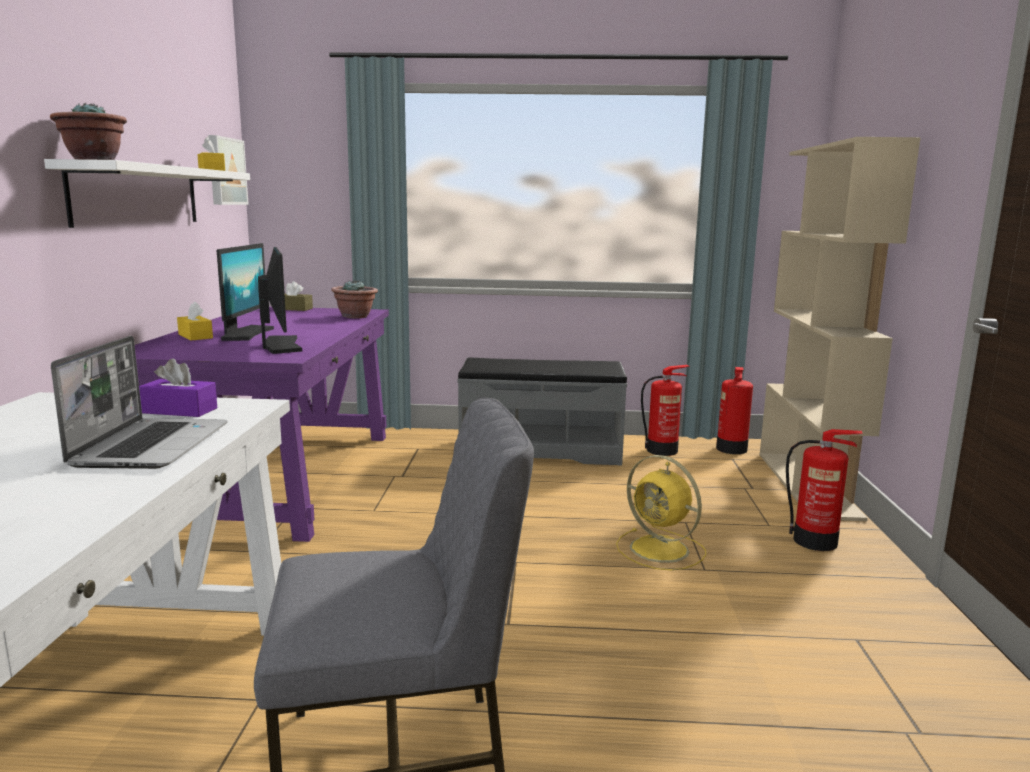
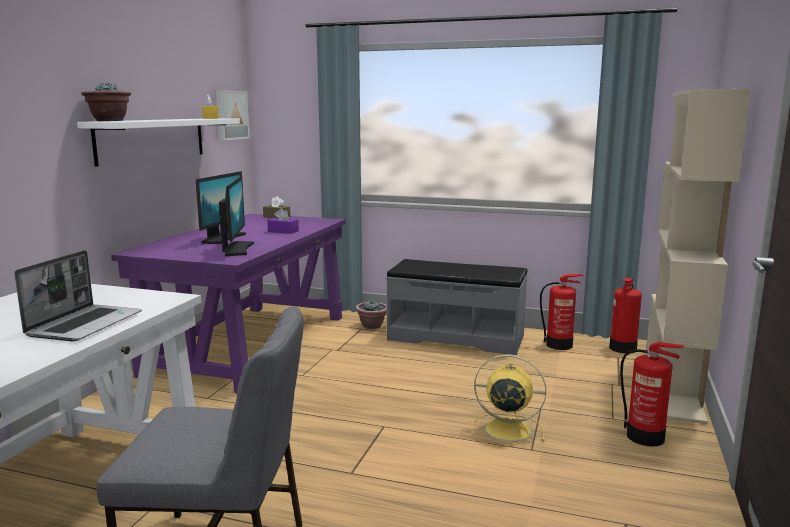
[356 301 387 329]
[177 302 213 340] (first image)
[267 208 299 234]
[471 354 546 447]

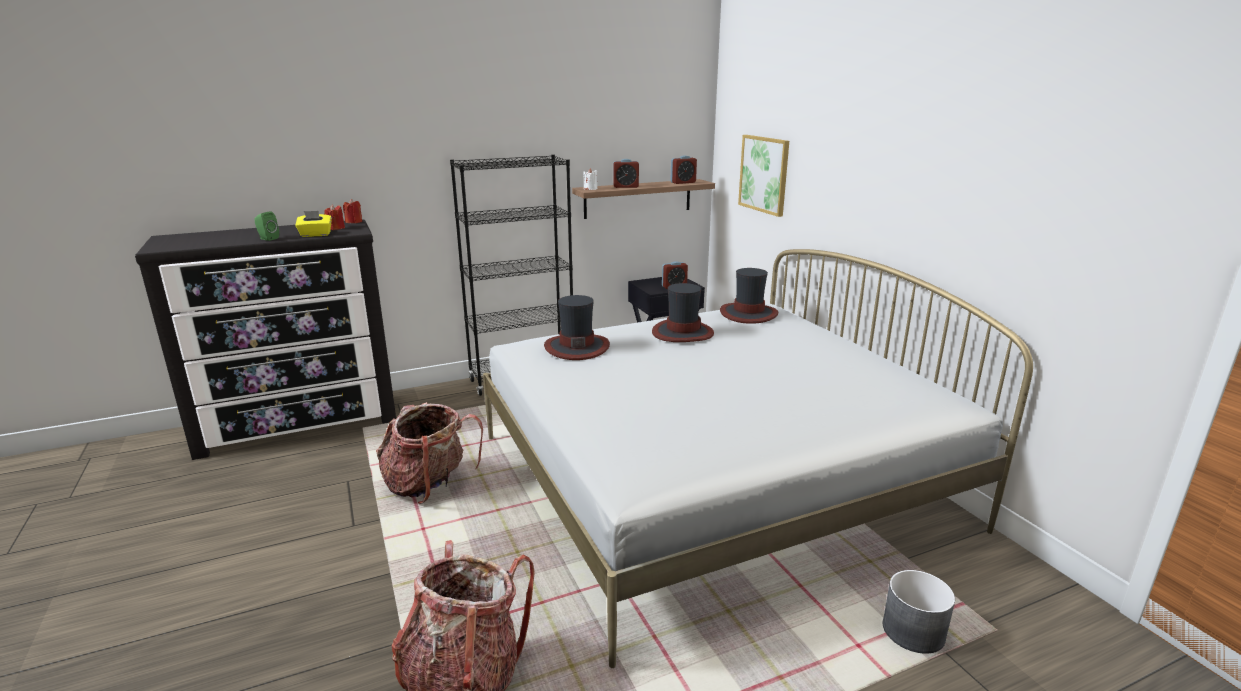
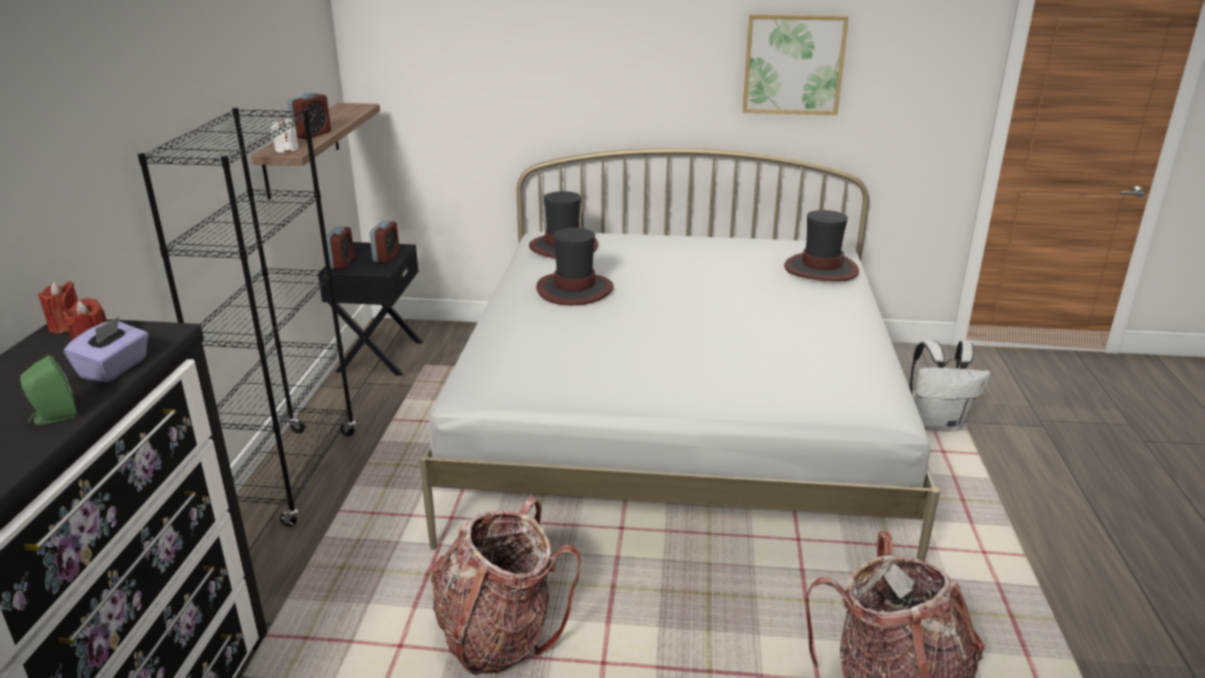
[743 14 849 115]
[326 227 354 269]
[64 317 149 382]
[784 210 859 282]
[910 340 990 431]

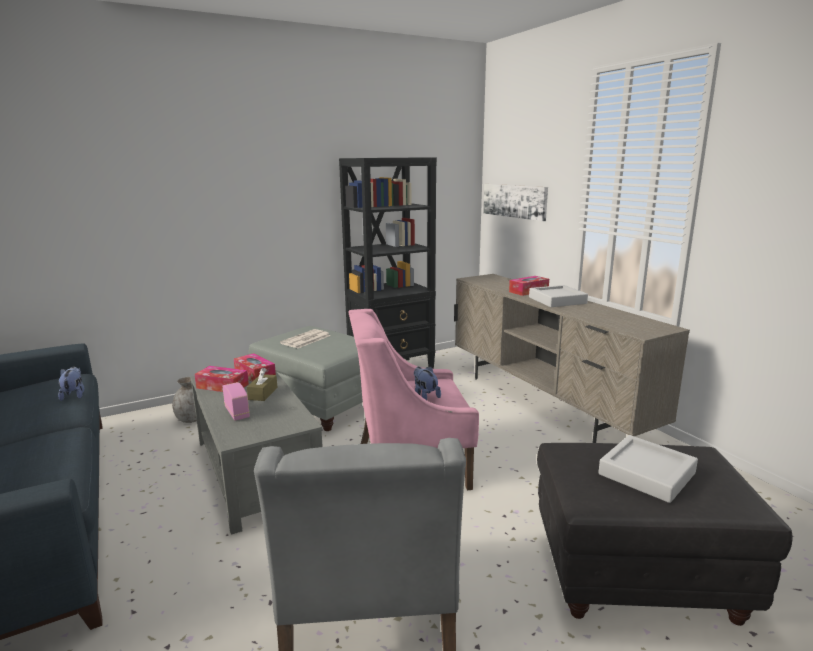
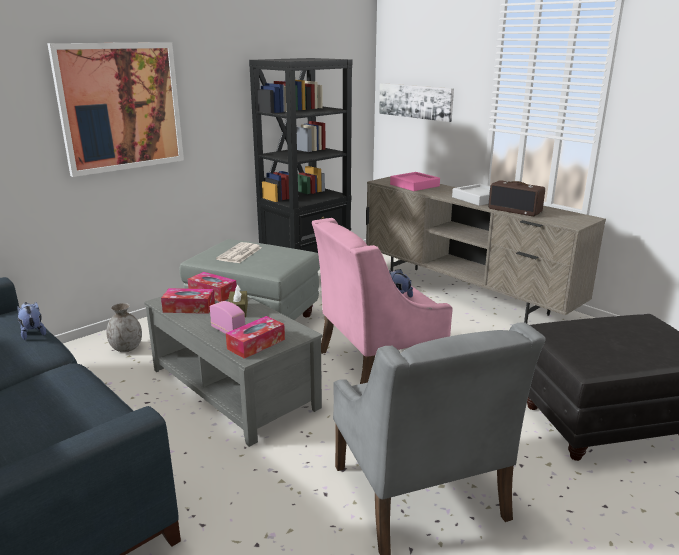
[226 316 285 359]
[598 435 698 503] (first image)
[47 42 184 177]
[390 172 440 191]
[488 180 545 216]

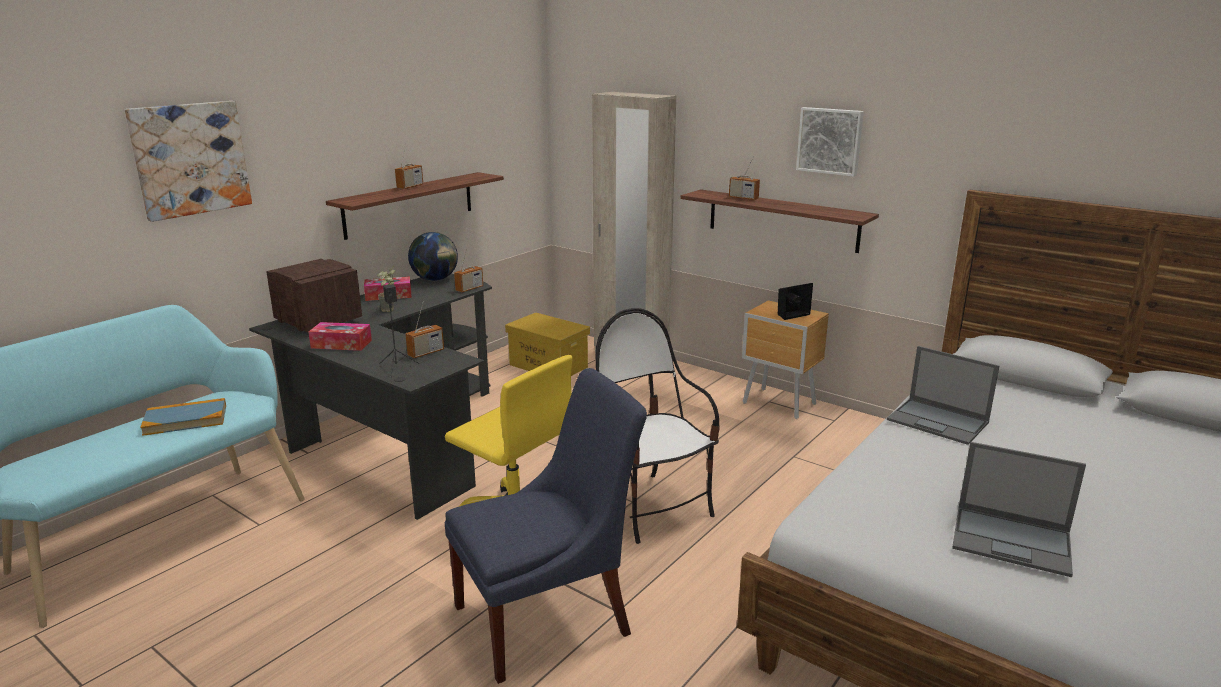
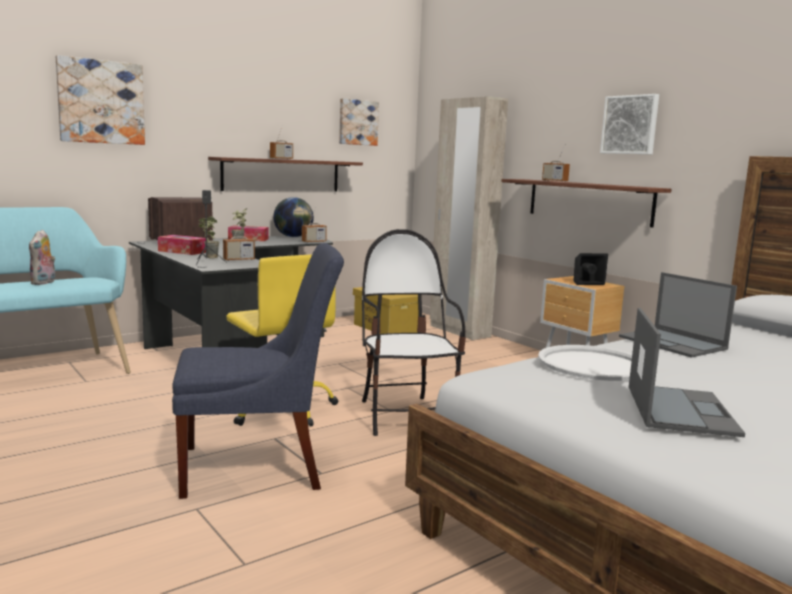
[29 230 55 285]
[629 308 745 437]
[339 98 379 146]
[198 216 219 259]
[538 345 632 381]

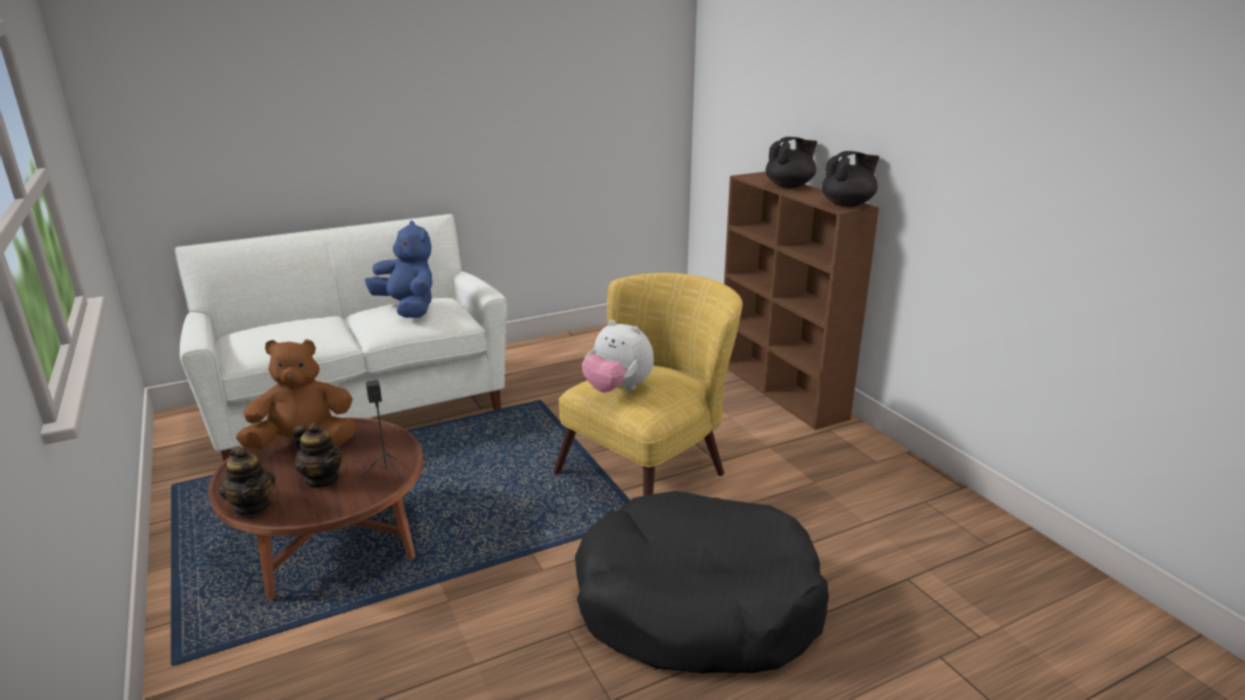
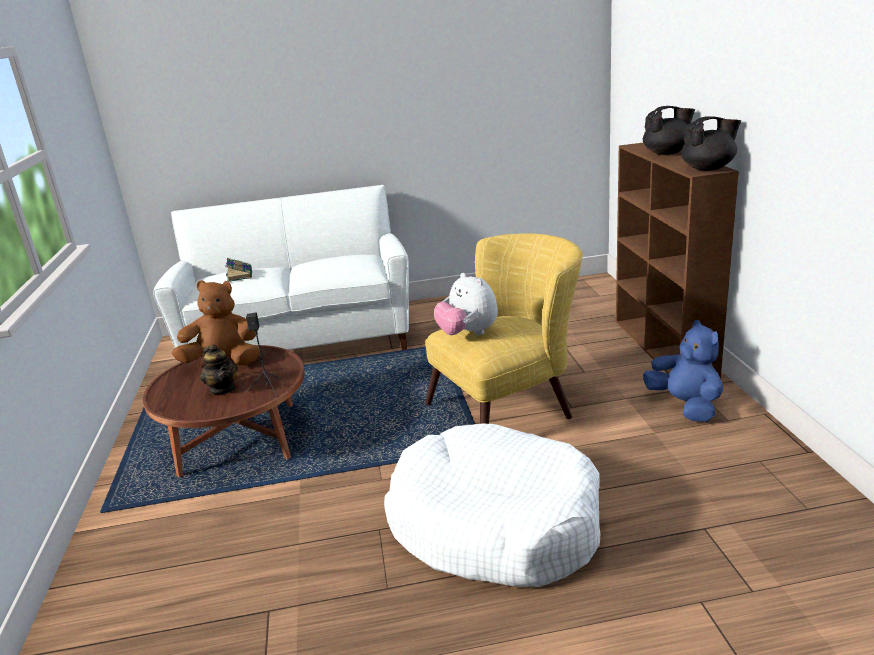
[643 320 723 422]
[219 446 275 515] (first image)
[384 424 600 587]
[226 258 252 282]

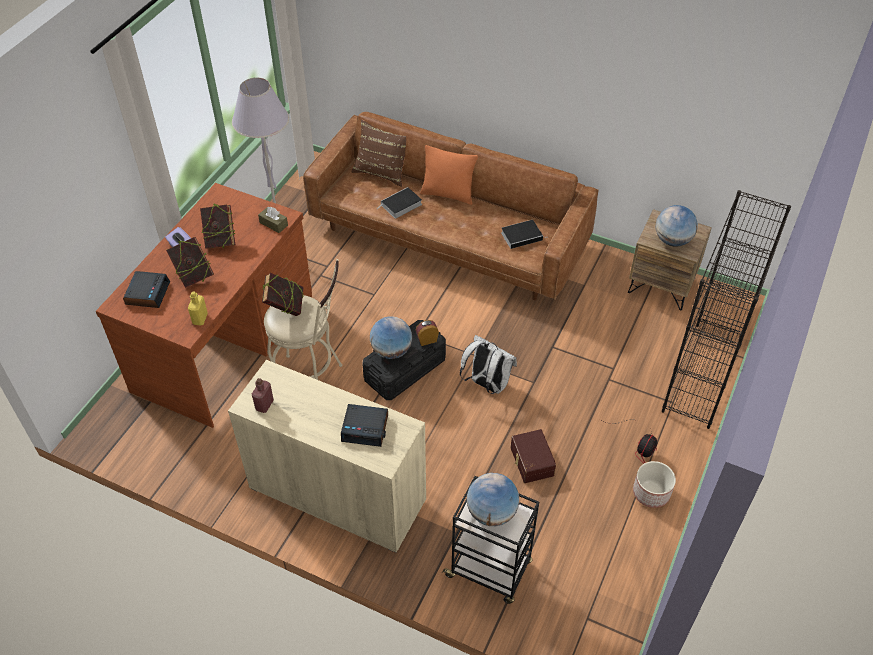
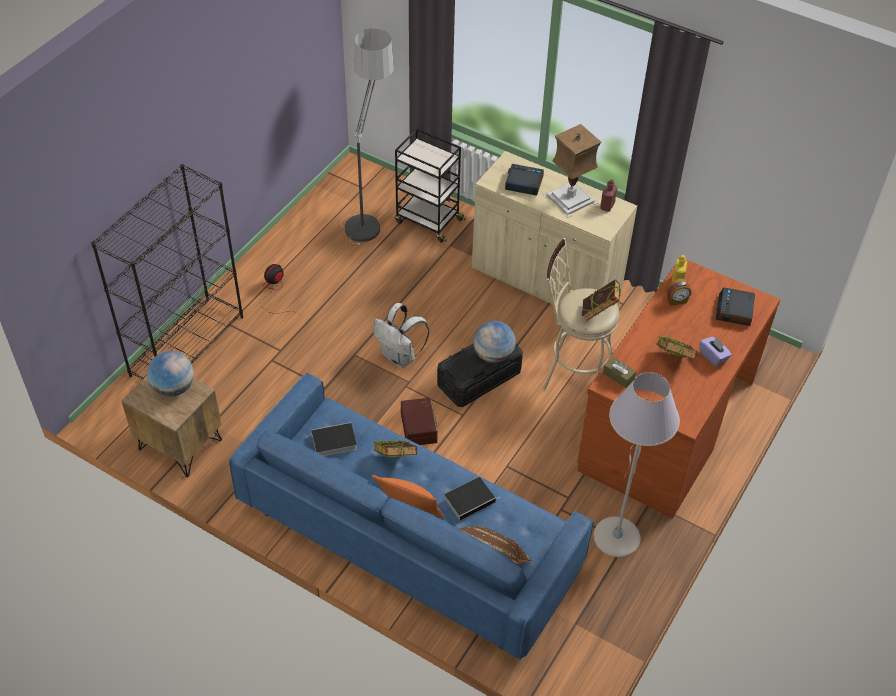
[229 373 594 660]
[373 440 417 458]
[666 279 692 306]
[401 398 437 445]
[633 461 676 508] (first image)
[467 473 519 526] (first image)
[341 29 394 245]
[543 124 601 218]

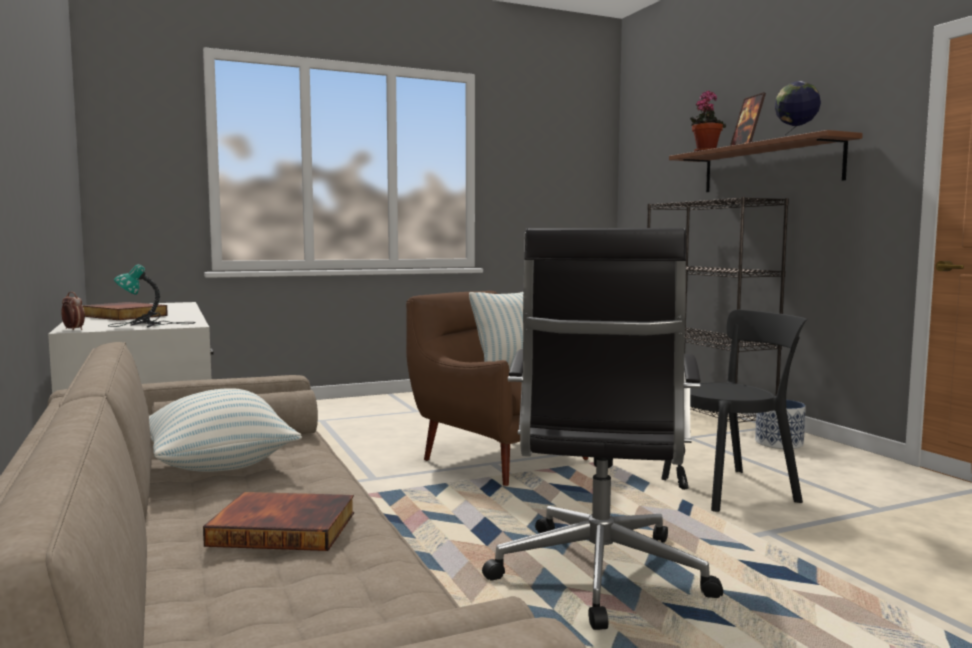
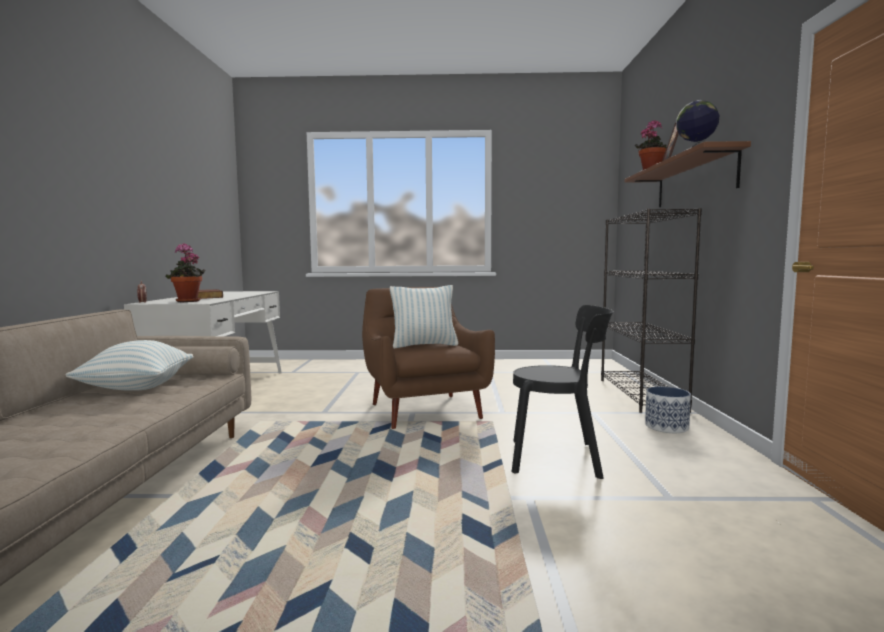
[482 228 723 630] (first image)
[166 243 205 302]
[203 492 354 551] (first image)

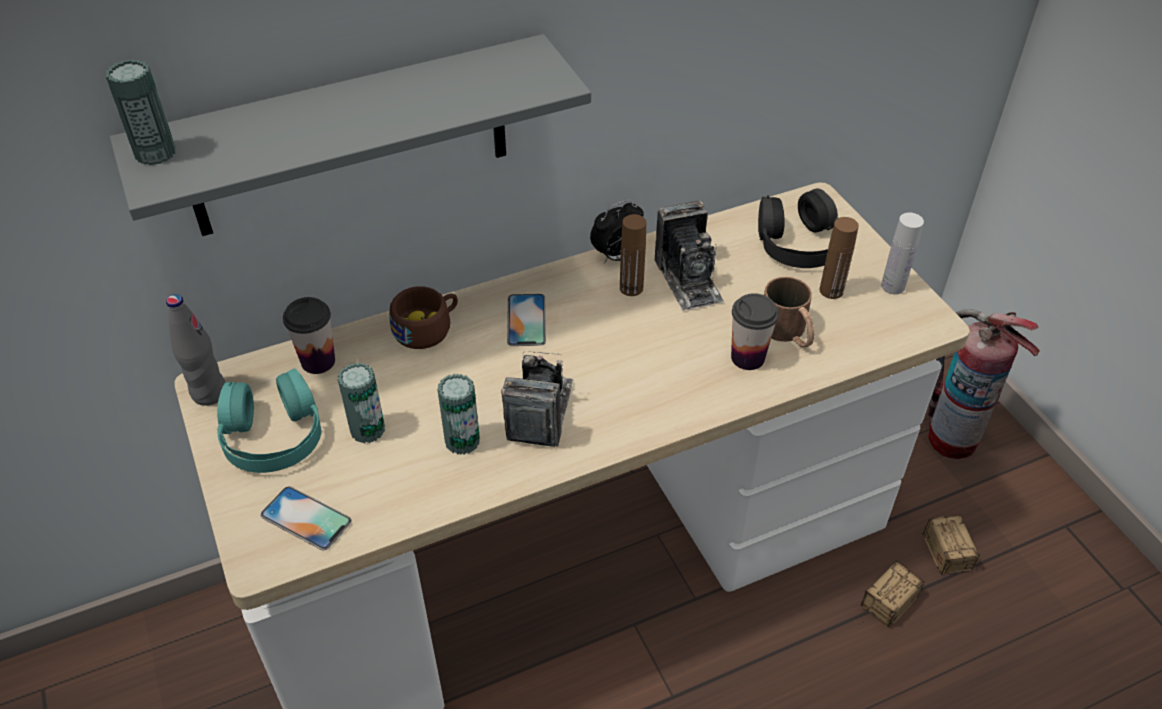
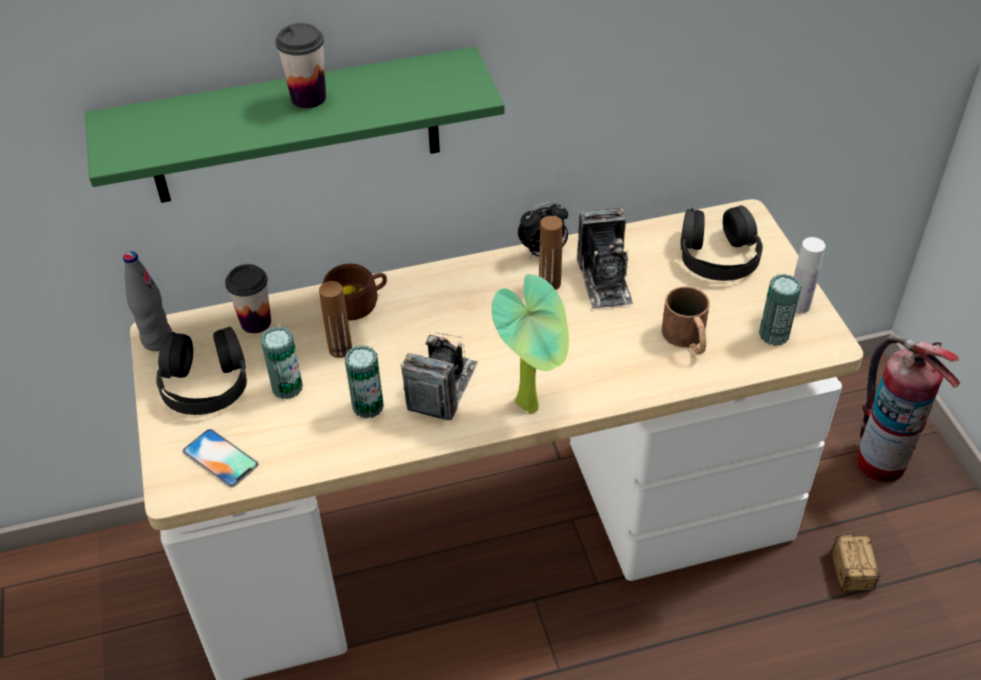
[85 47 505 203]
[759 274 802 346]
[319 281 352 358]
[276 23 326 108]
[507 294 546 346] (first image)
[156 326 247 415]
[861 561 924 628] (first image)
[492 274 569 414]

